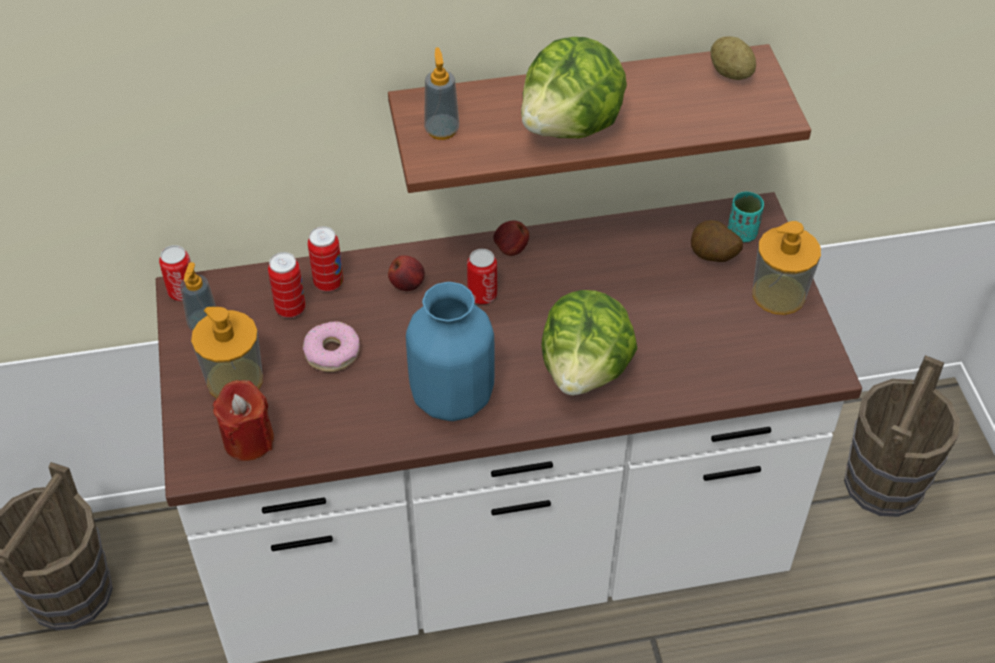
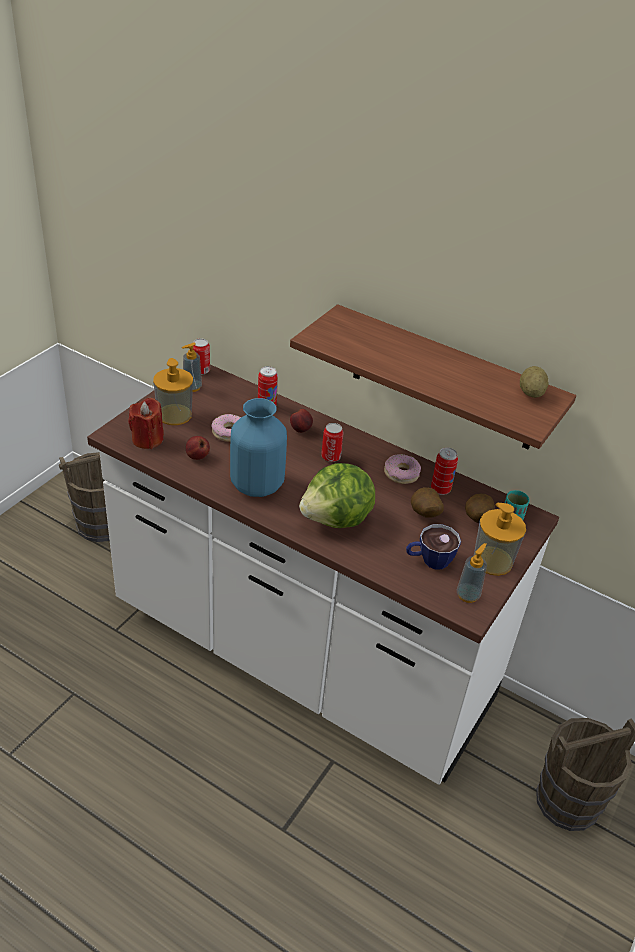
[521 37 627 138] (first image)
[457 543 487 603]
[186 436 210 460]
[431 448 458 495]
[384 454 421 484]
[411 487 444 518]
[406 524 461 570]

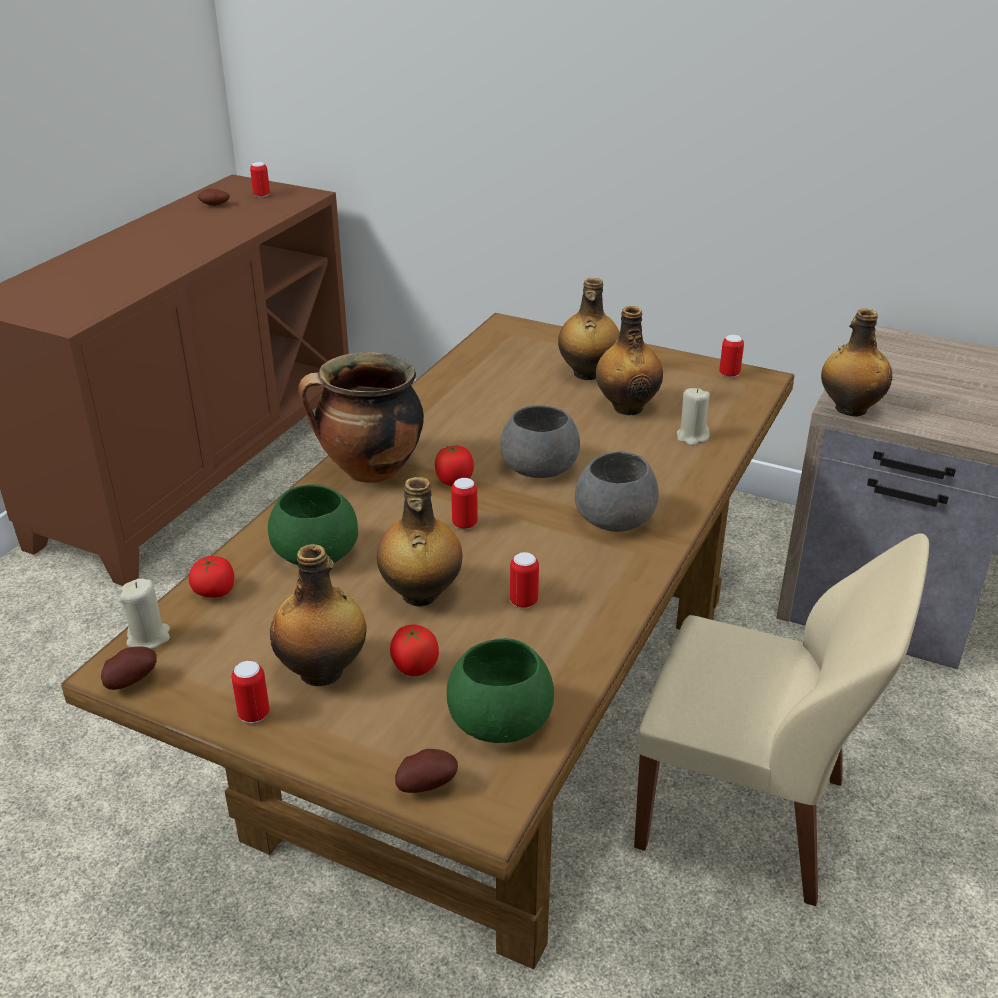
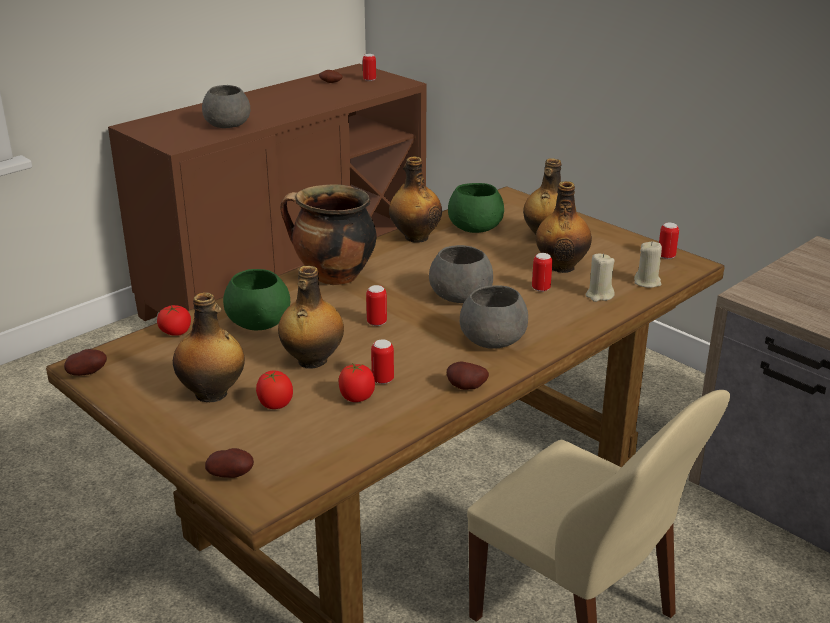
[389 157 442 243]
[339 363 375 402]
[634 241 662 288]
[448 183 504 233]
[532 253 553 292]
[202 85 250 128]
[447 362 489 390]

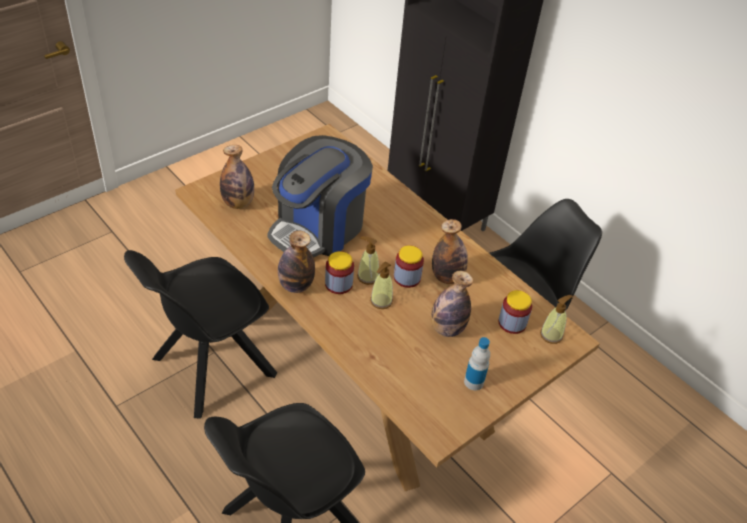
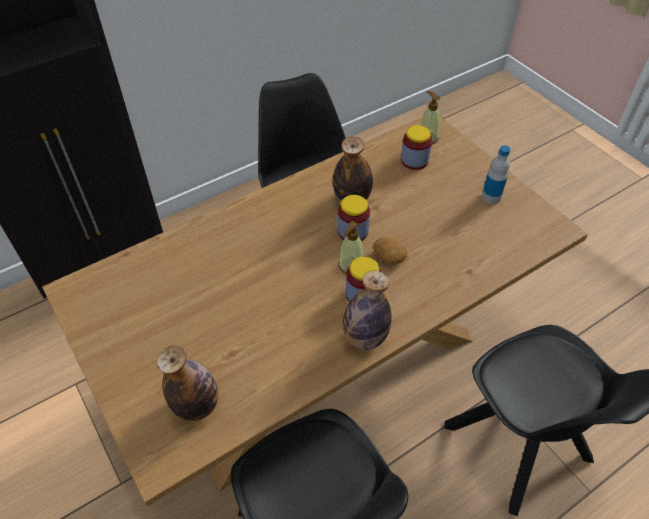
[268 135 373 258] (first image)
[373 237 407 265]
[431 271 473 337] (first image)

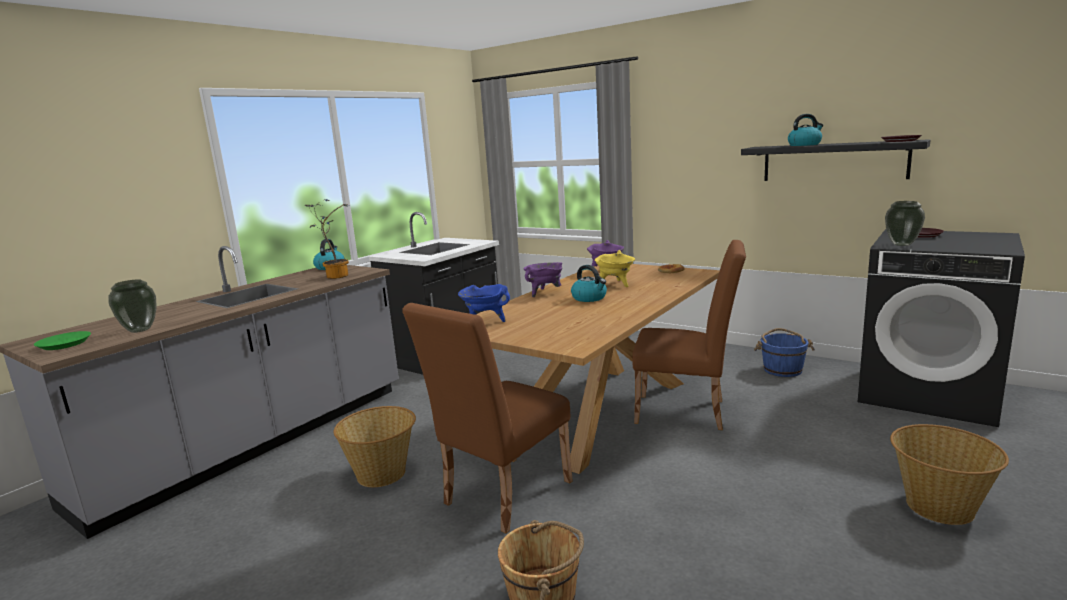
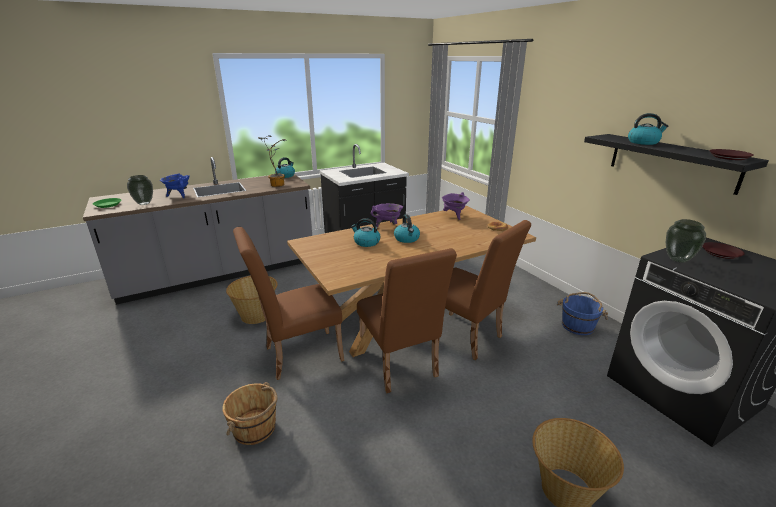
[594 250 635 287] (first image)
[160 173 190 198]
[351 218 380 247]
[357 248 457 393]

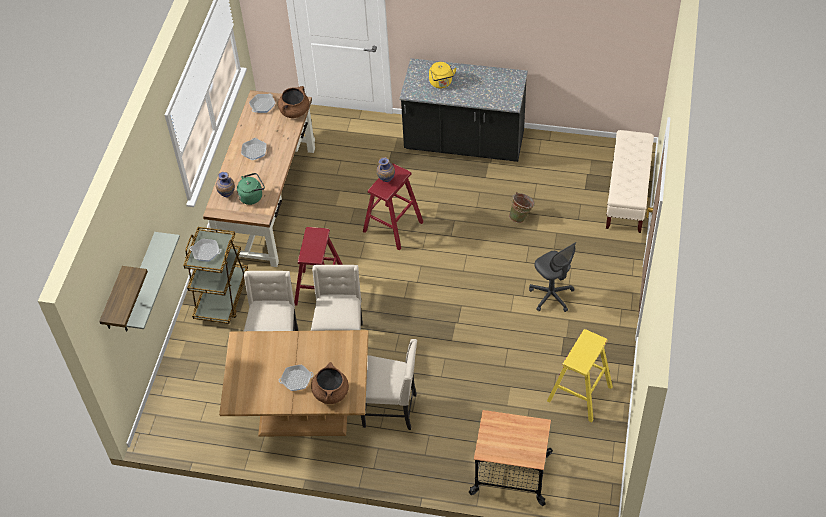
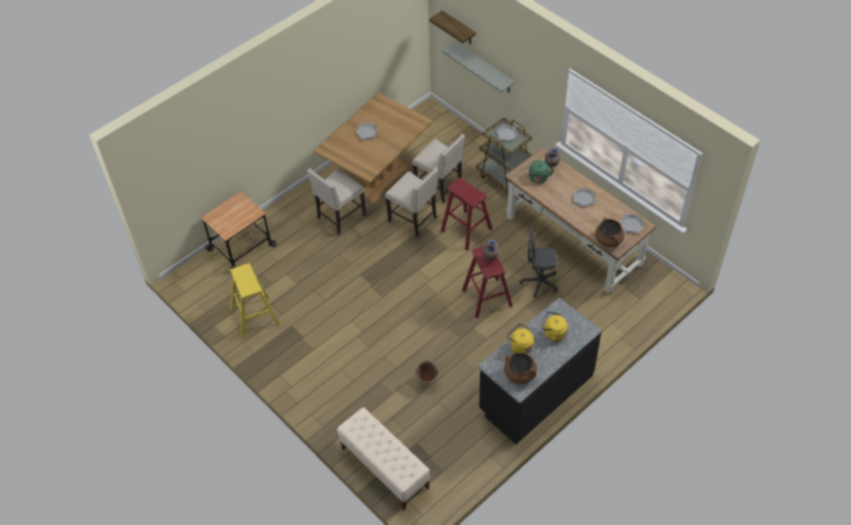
[520 226 557 298]
[504 353 537 384]
[506 323 534 354]

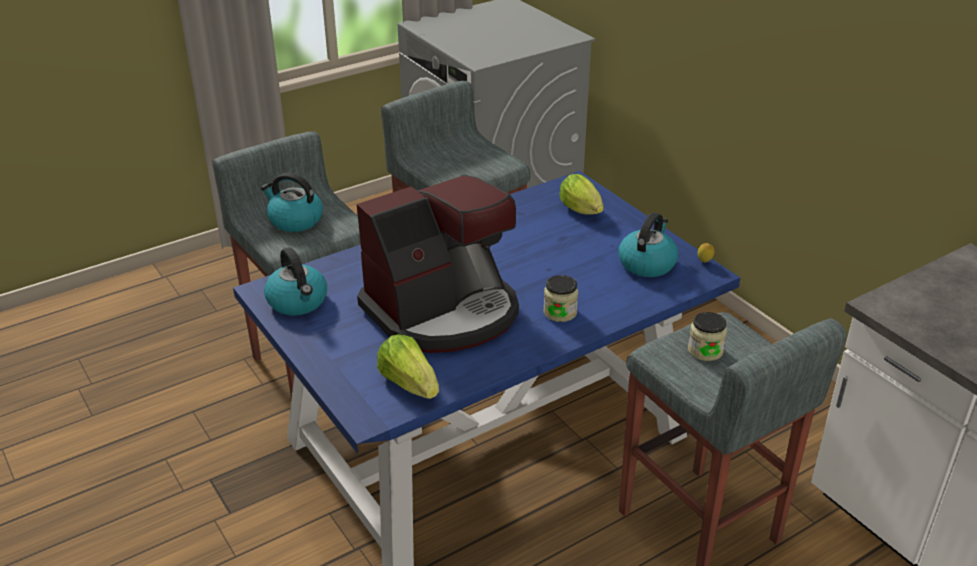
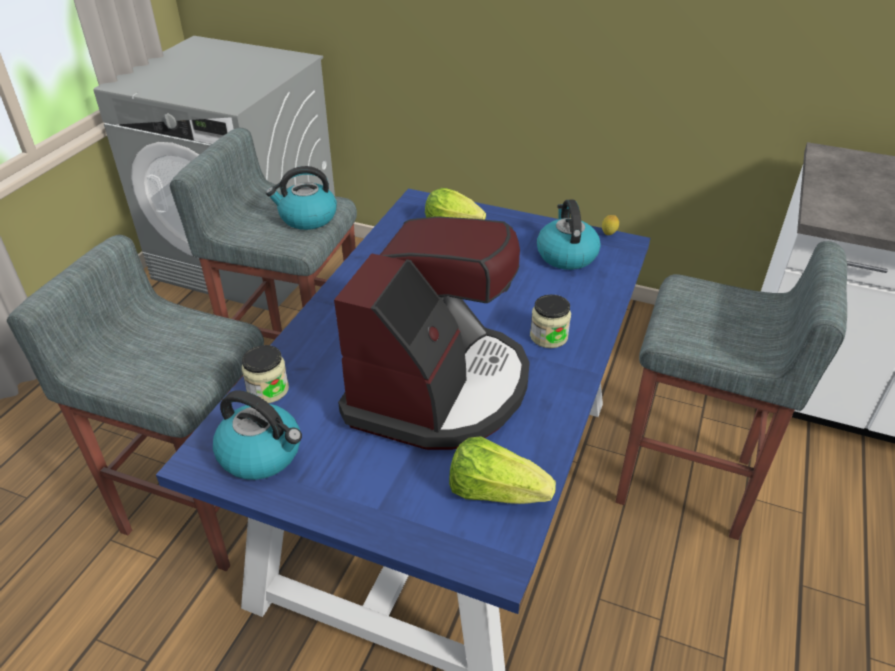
[266 166 337 230]
[242 345 289 403]

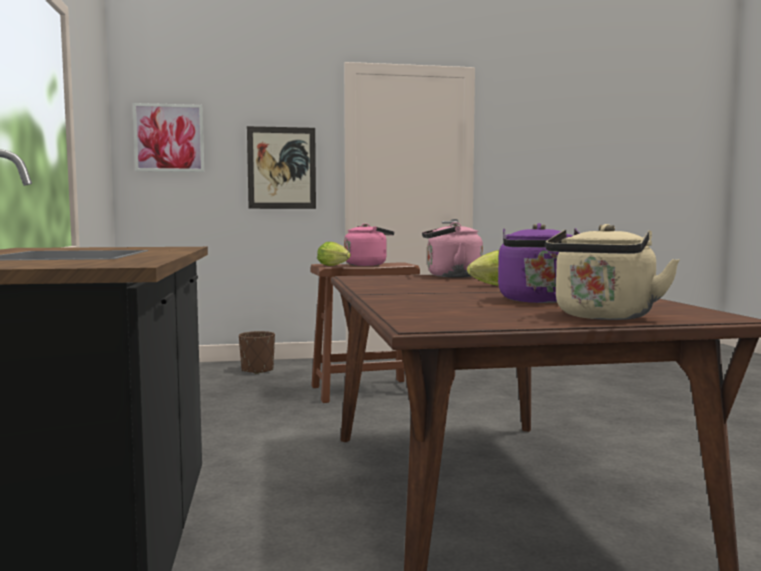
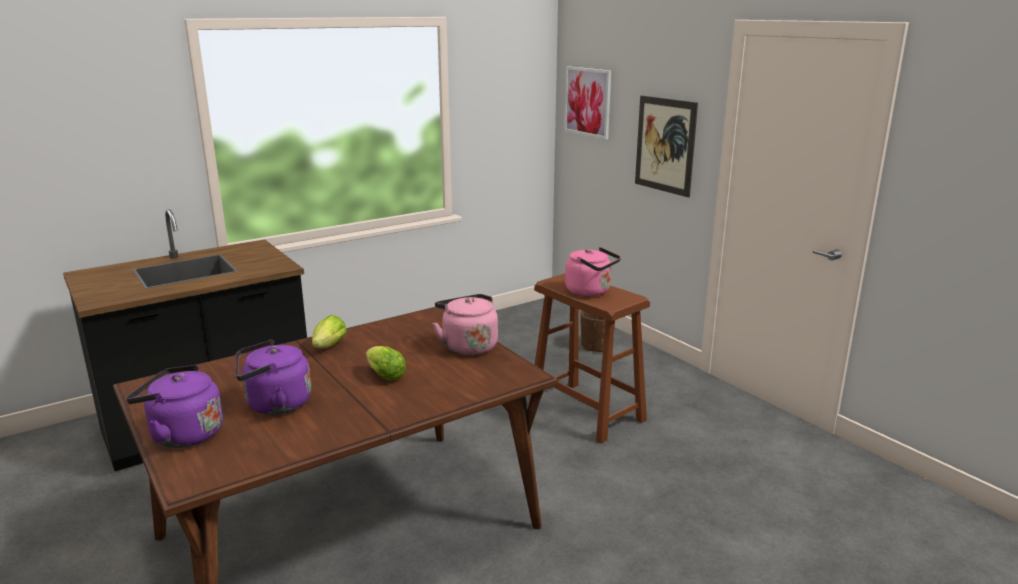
[126 365 223 448]
[312 315 347 348]

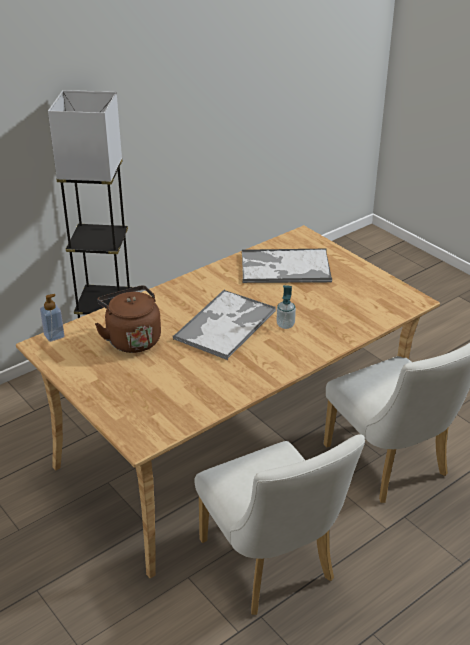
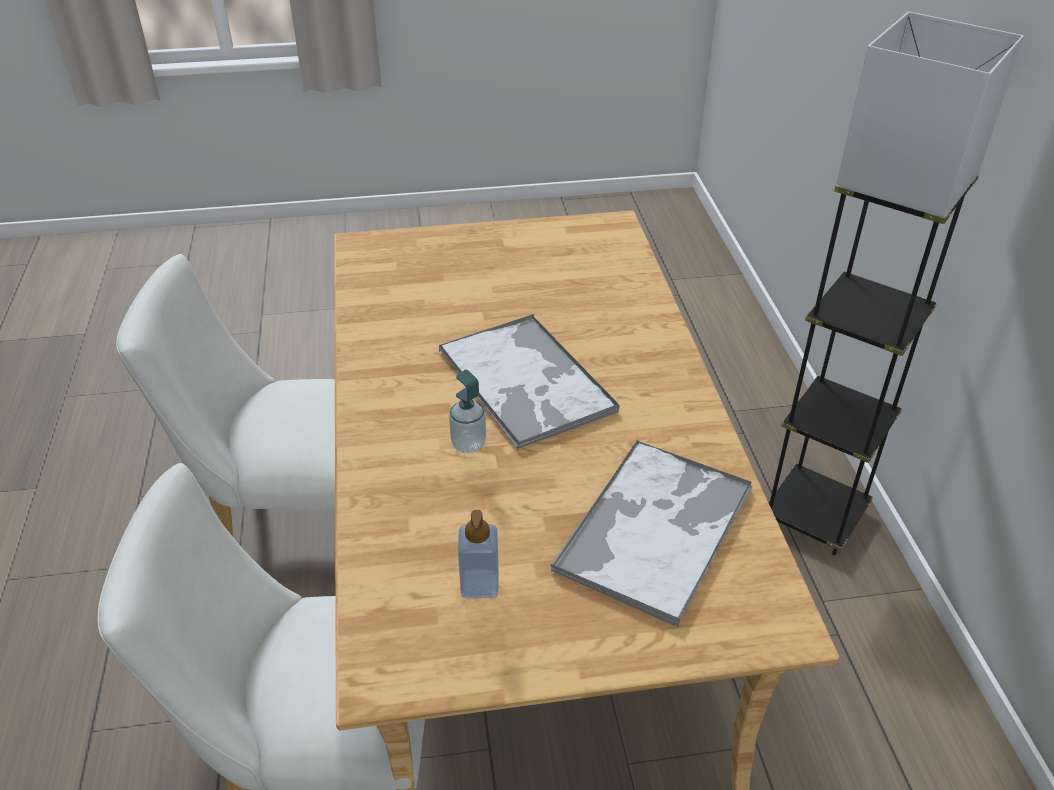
[95 285 161 353] (first image)
[458 510 499 598]

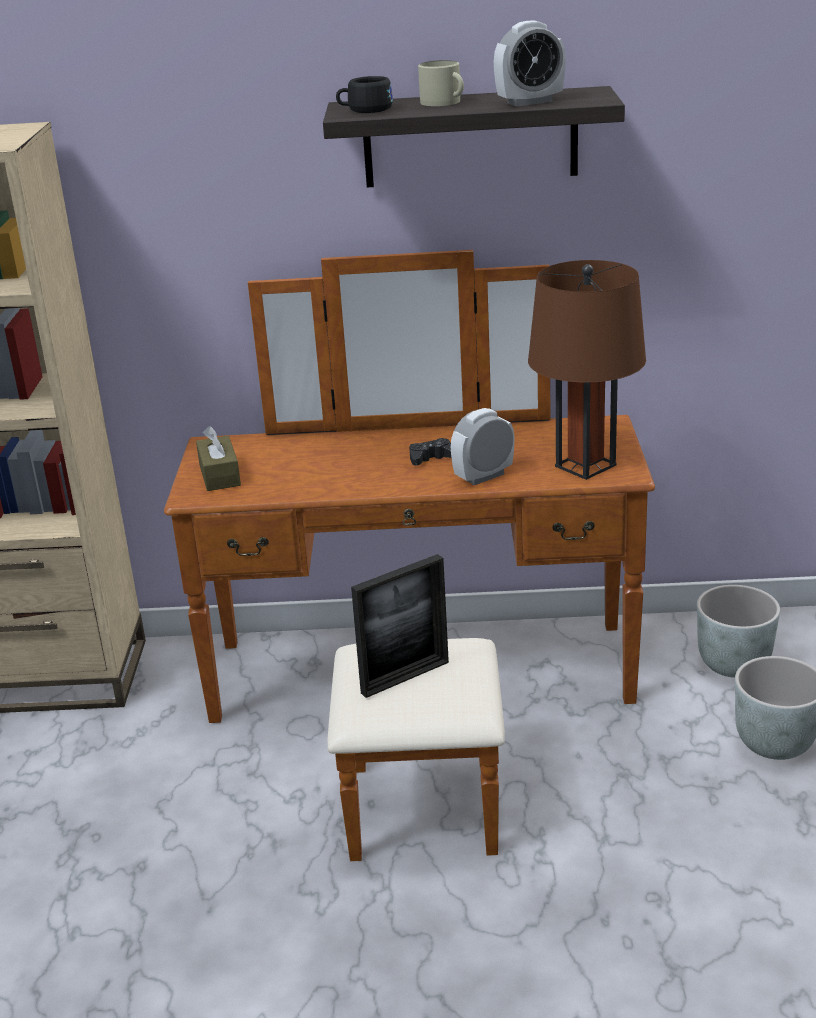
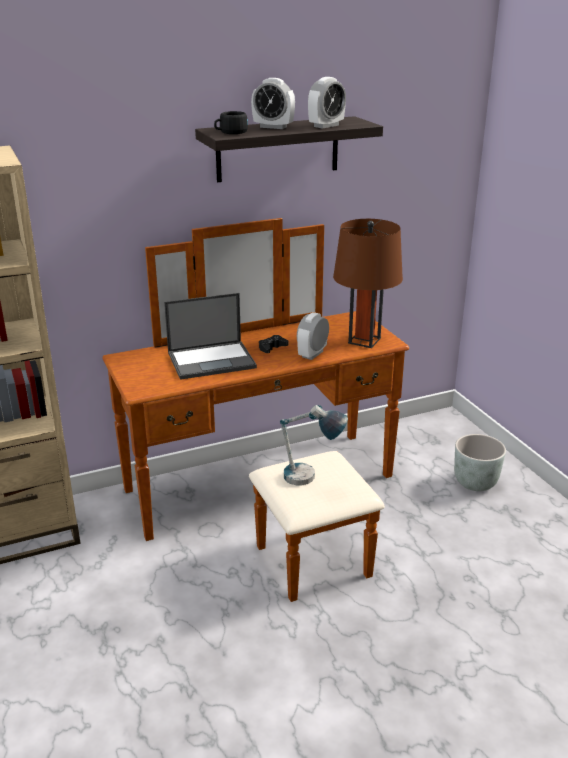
[251 78 295 129]
[196 426 241 491] (first image)
[280 405 348 485]
[697 585 780 678] (first image)
[164 293 257 380]

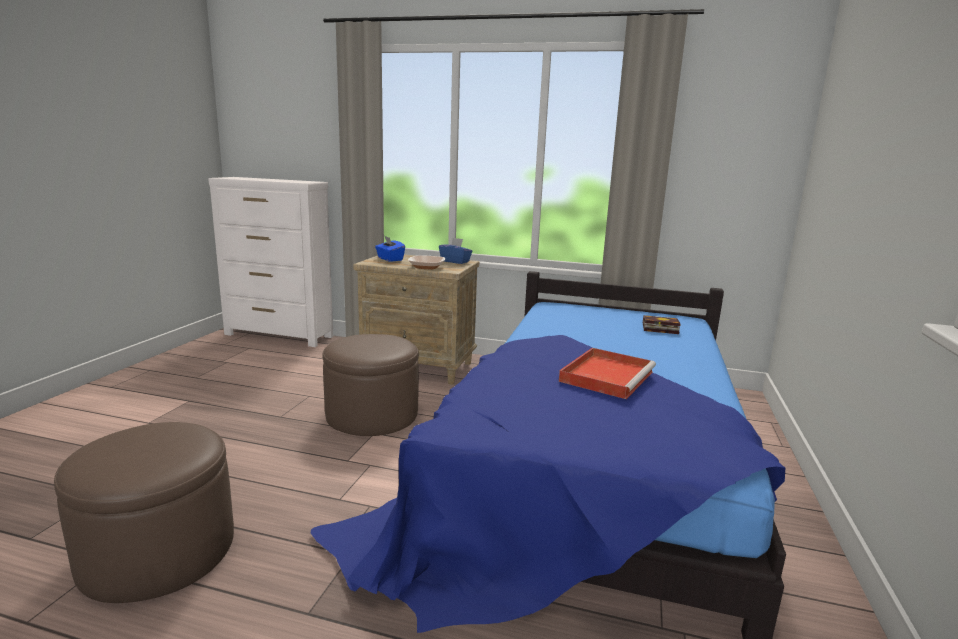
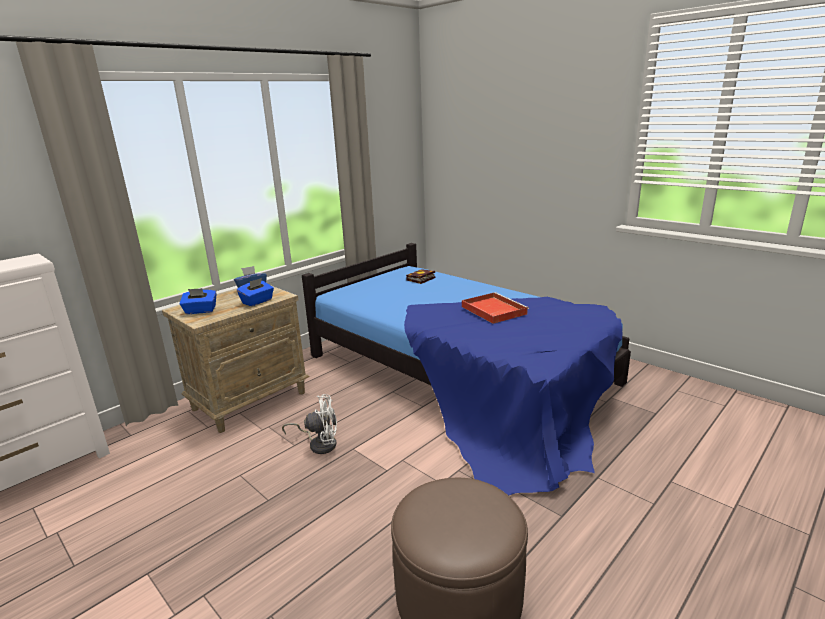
[237 278 274 306]
[282 394 337 454]

